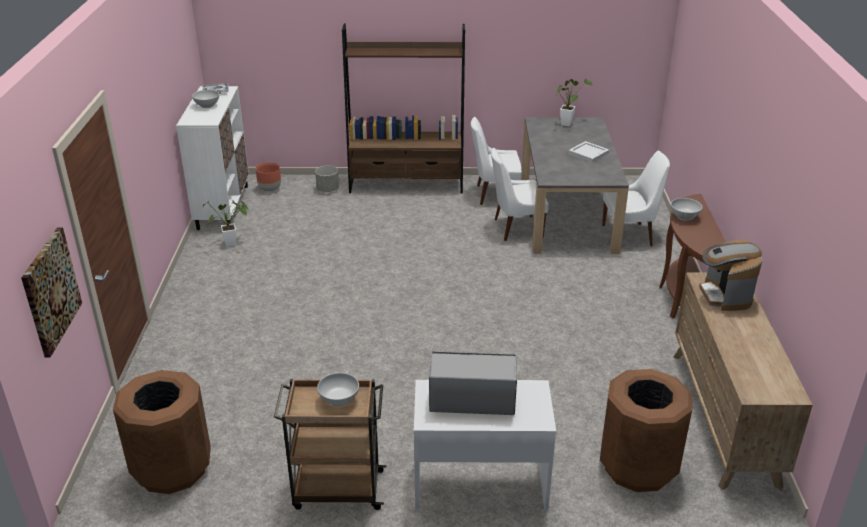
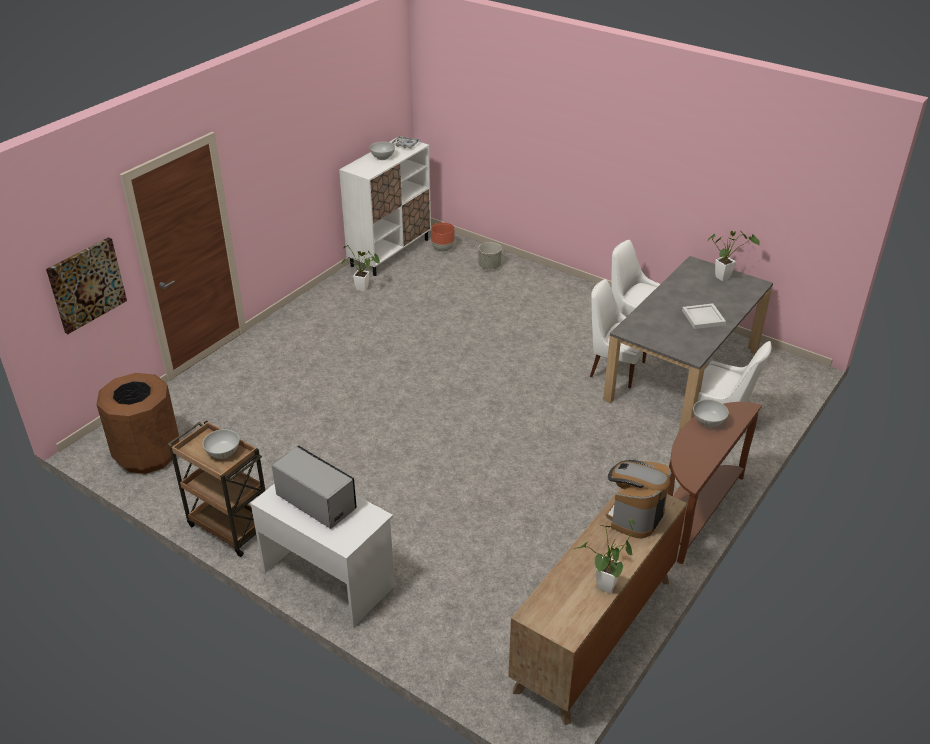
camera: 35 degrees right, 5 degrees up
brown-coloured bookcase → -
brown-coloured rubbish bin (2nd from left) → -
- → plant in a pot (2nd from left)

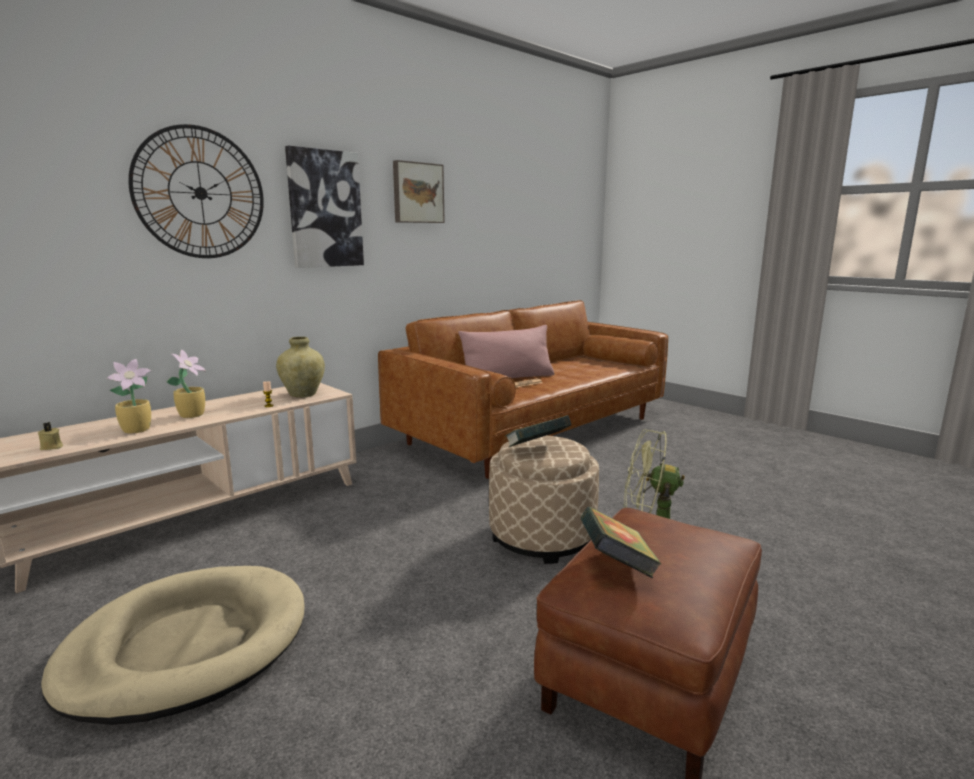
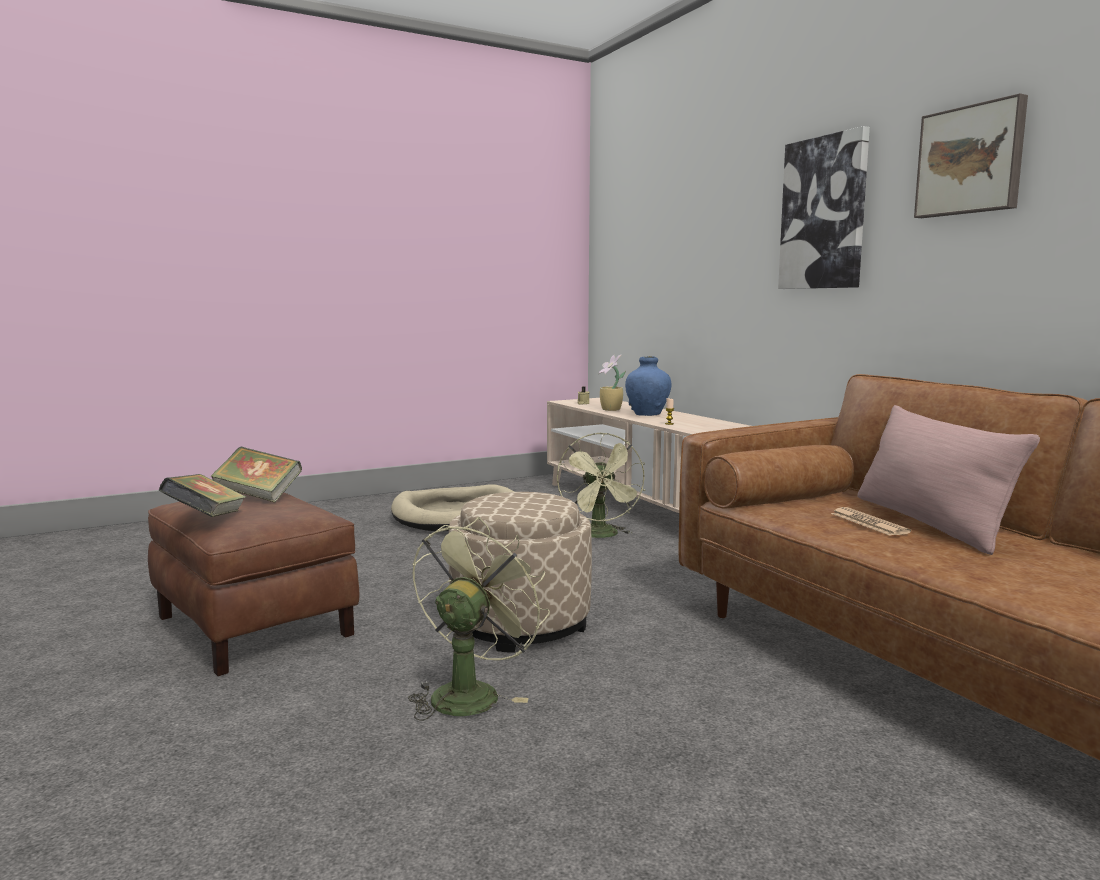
camera: 105 degrees right, 5 degrees down
wall clock → -
plant in a pot (2nd from left) → bluish vase
beige vase → -
book (1st from left), moved
- → green electric fan (2nd from left)

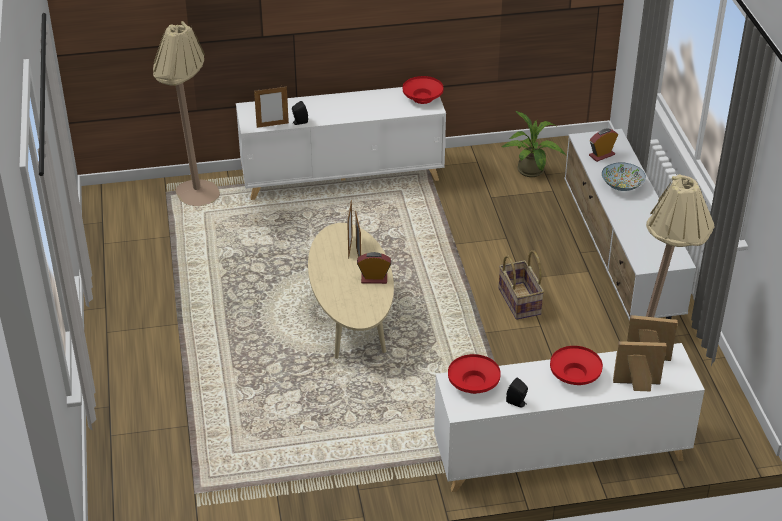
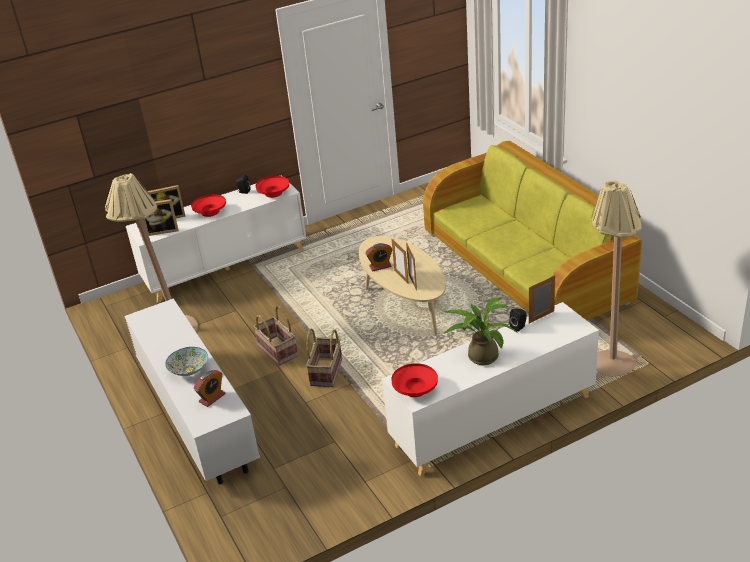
camera: 165 degrees right, 5 degrees down
plant in a pot, moved
- → basket (2nd from left)
- → green couch

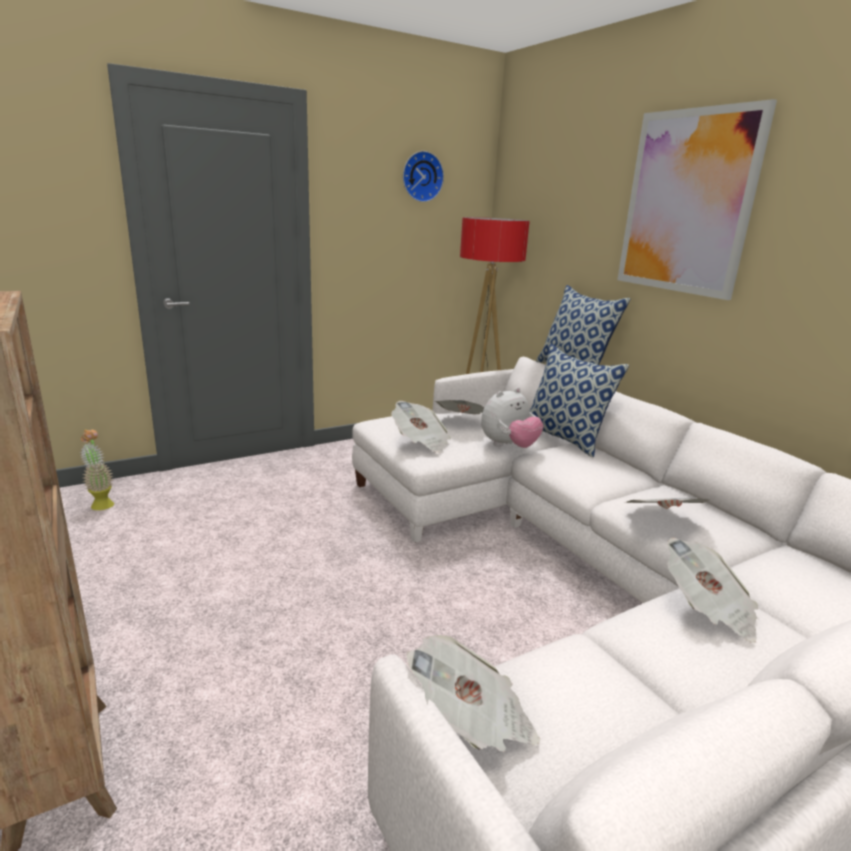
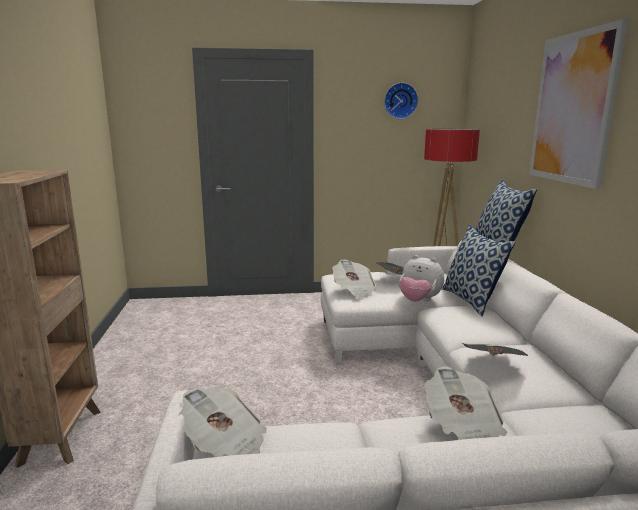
camera: 25 degrees right, 5 degrees down
plant in a pot → -
plush toy, 45 degrees clockwise

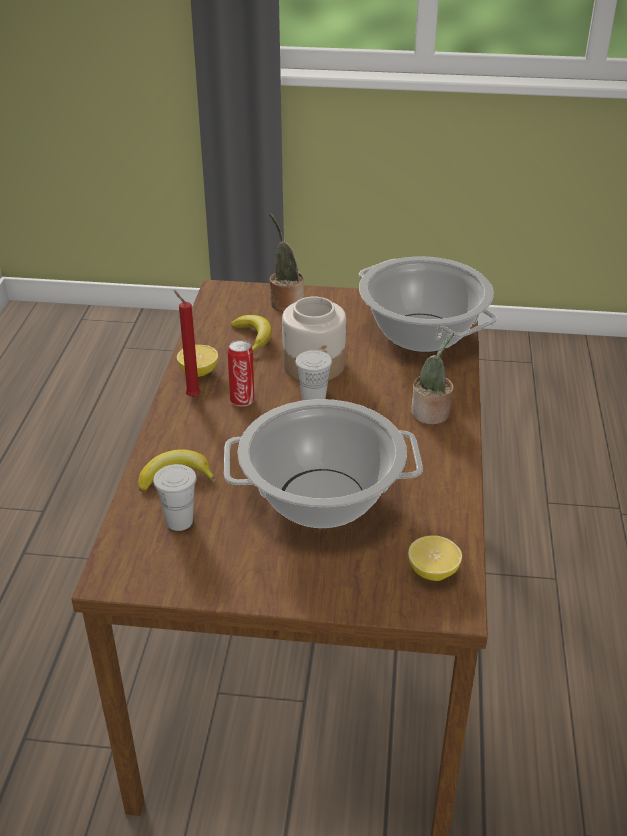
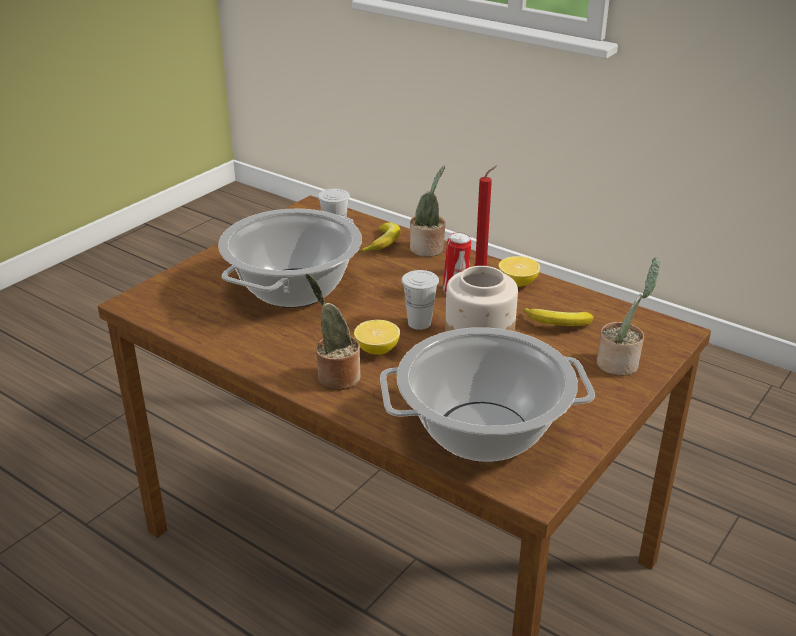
camera: 120 degrees right, 5 degrees down
lemon (2nd from left in the first image) → lemon (1st from left), moved
- → plant in a pot (2nd from left)

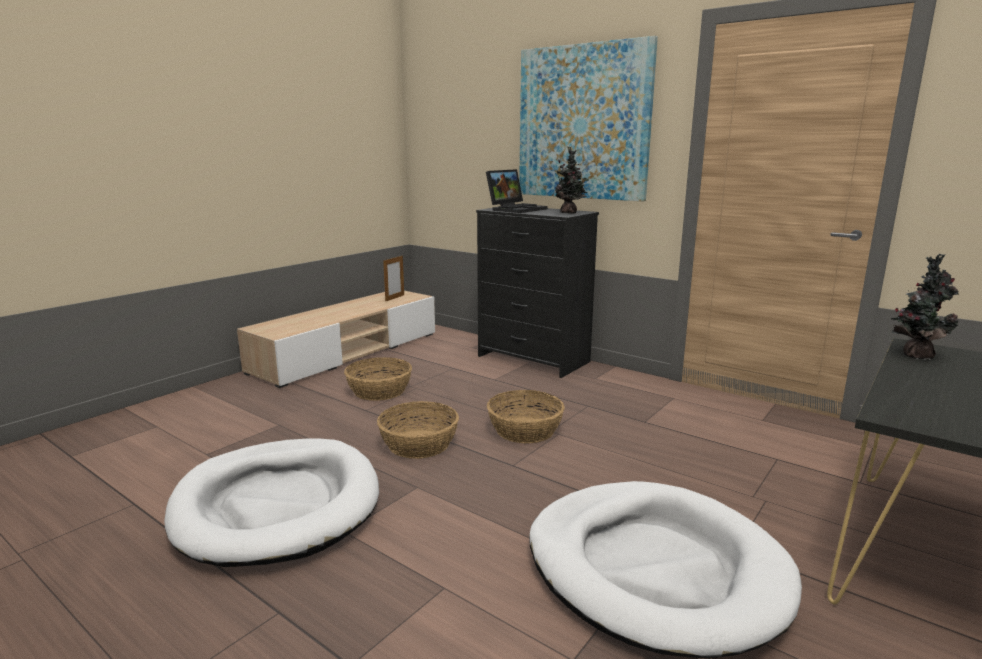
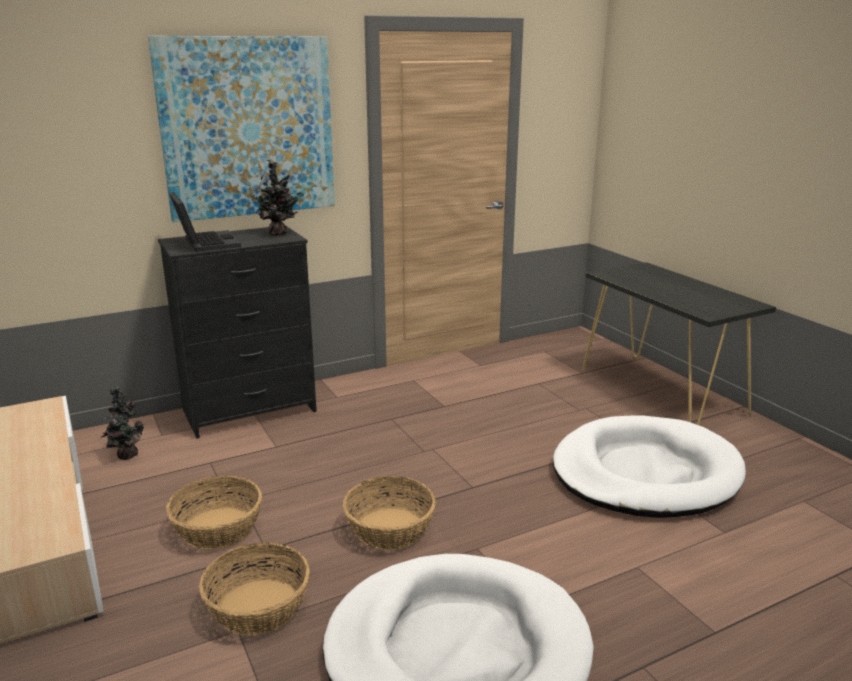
camera: 65 degrees left, 5 degrees up
photo frame → -
basket (3rd from left in the first image) → basket (2nd from left), moved
plant in a pot (2nd from left in the first image) → plant in a pot (1st from left), moved

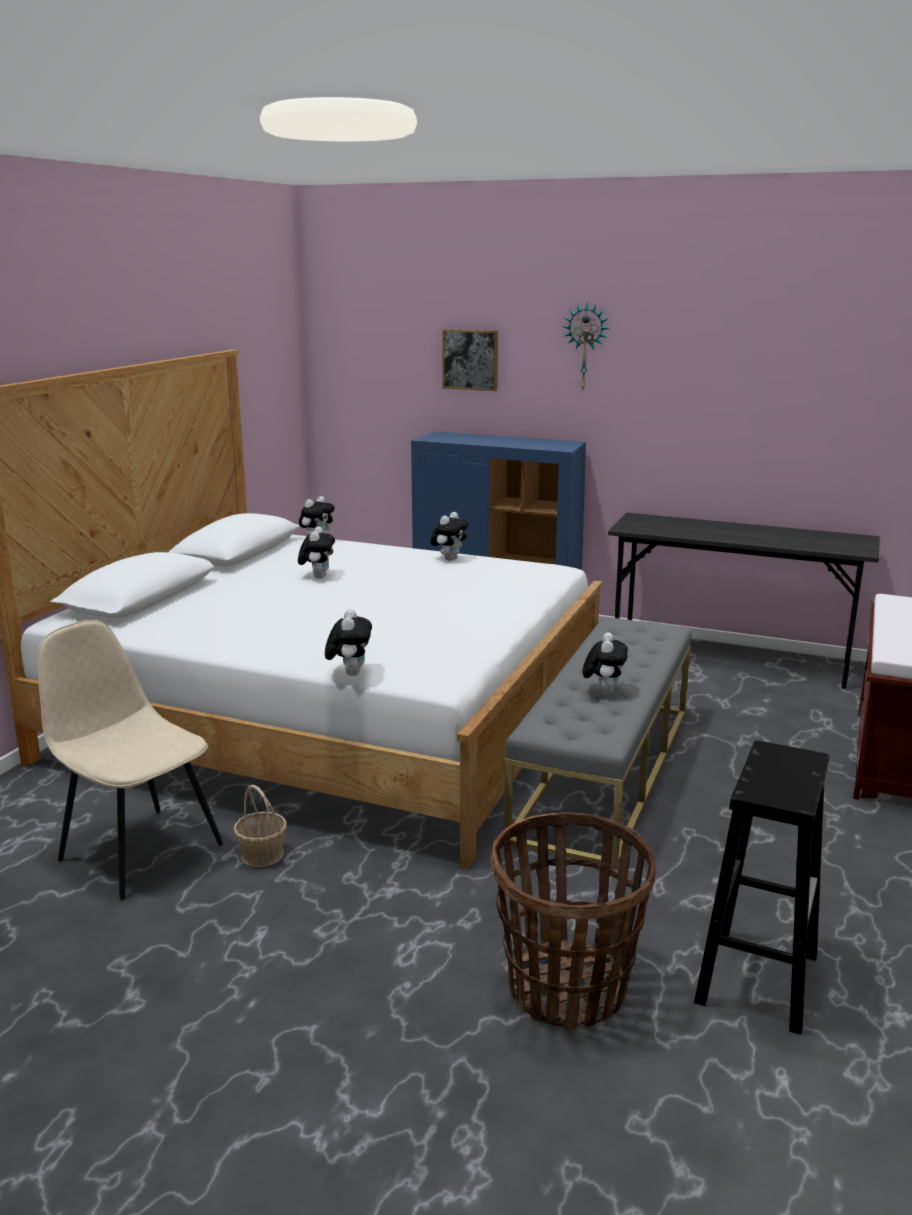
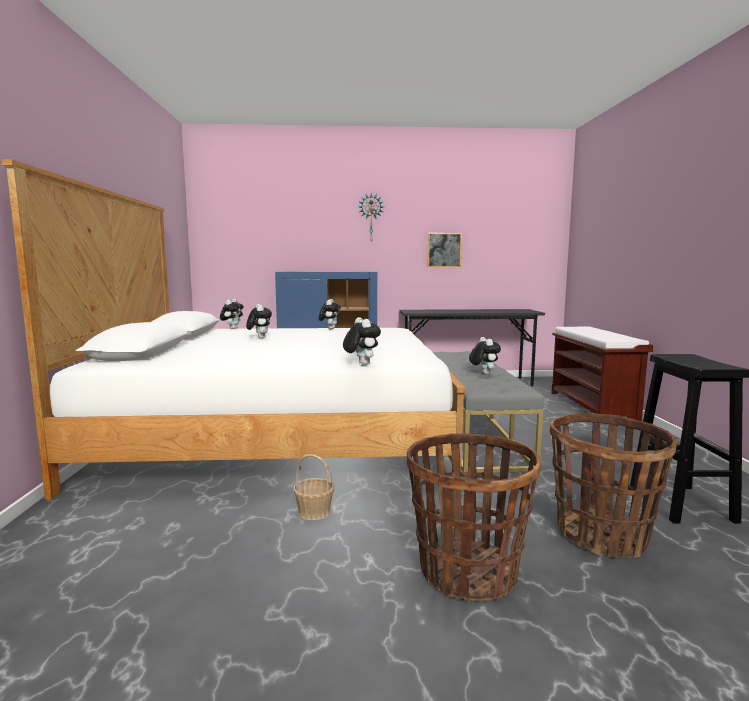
camera: 25 degrees left, 10 degrees down
beige upright chair → -
wall picture, moved
- → basket (2nd from left)

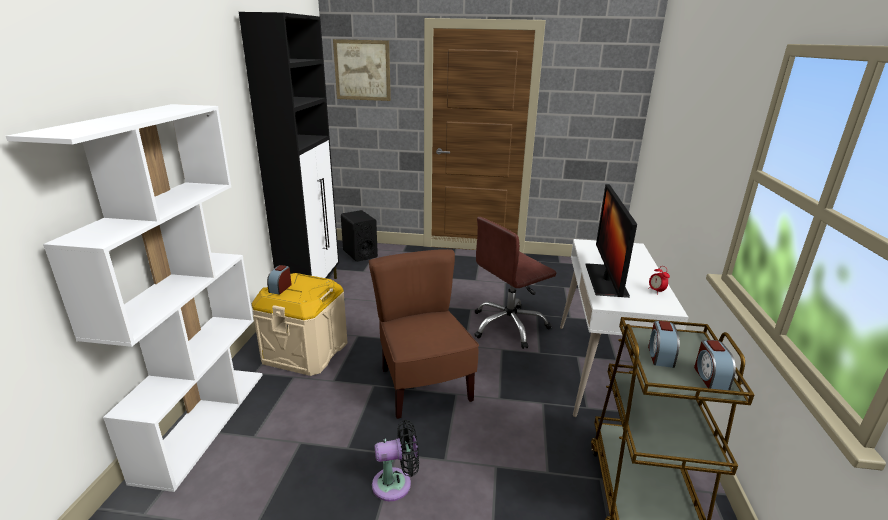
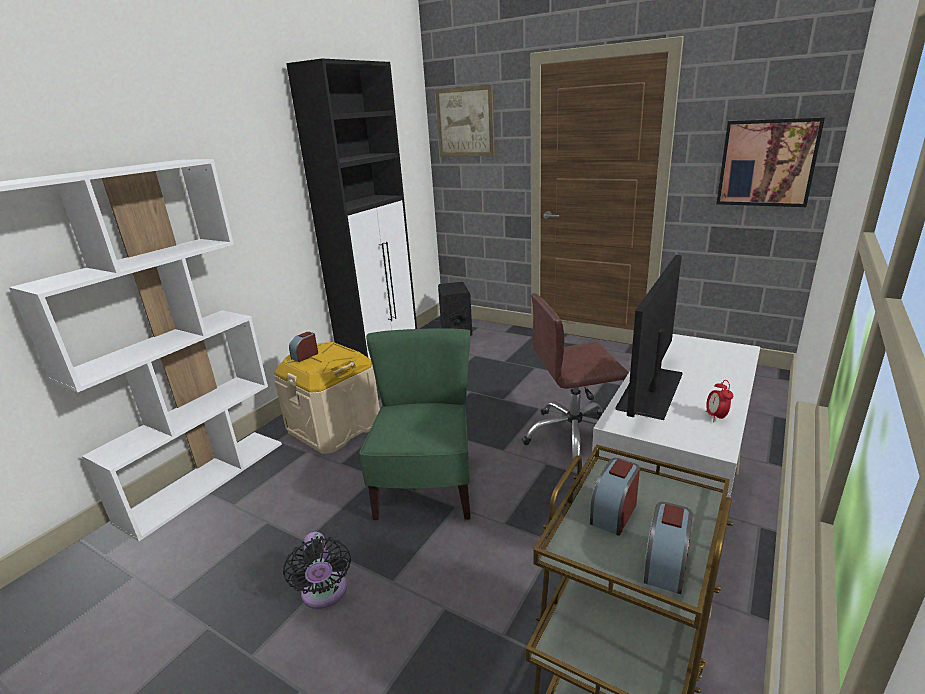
camera: 25 degrees right, 0 degrees up
brown-coloured upright chair → green upright chair
black-coloured electric fan, 60 degrees clockwise
- → wall picture (2nd from left)

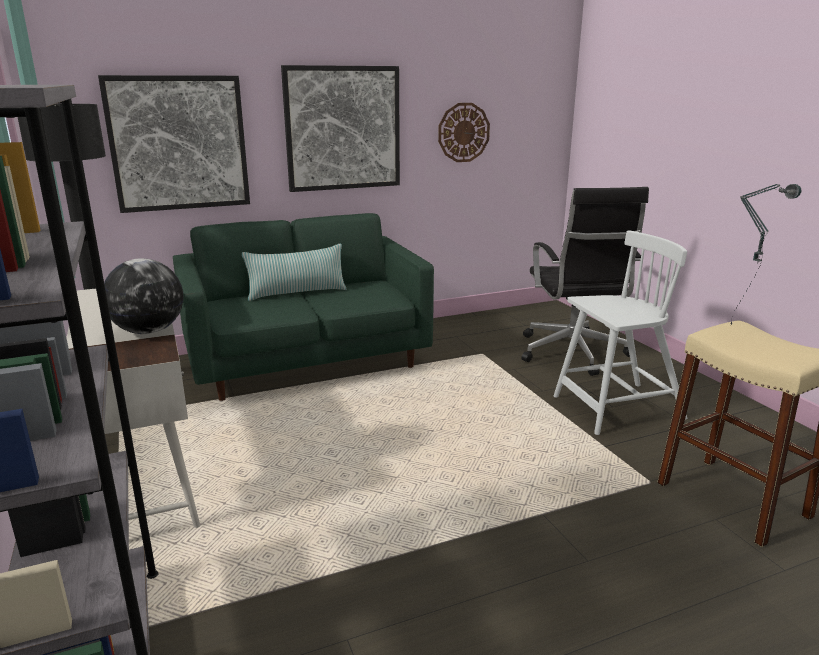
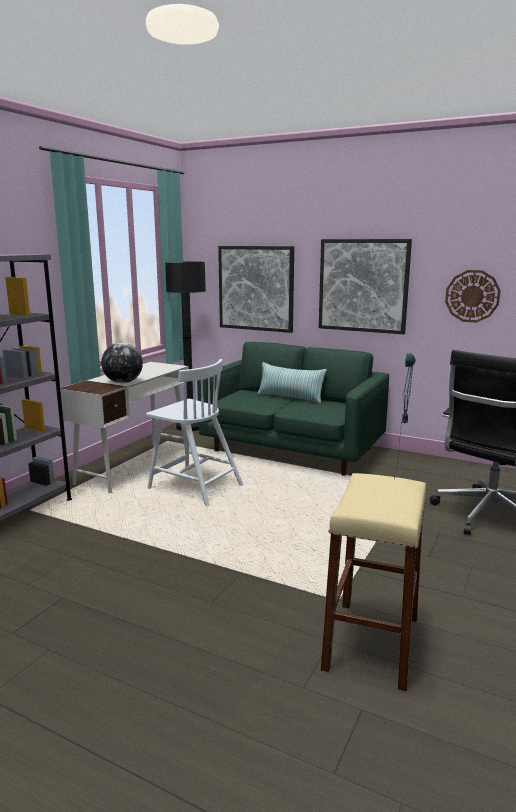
camera: 50 degrees right, 5 degrees down
white upright chair, moved

